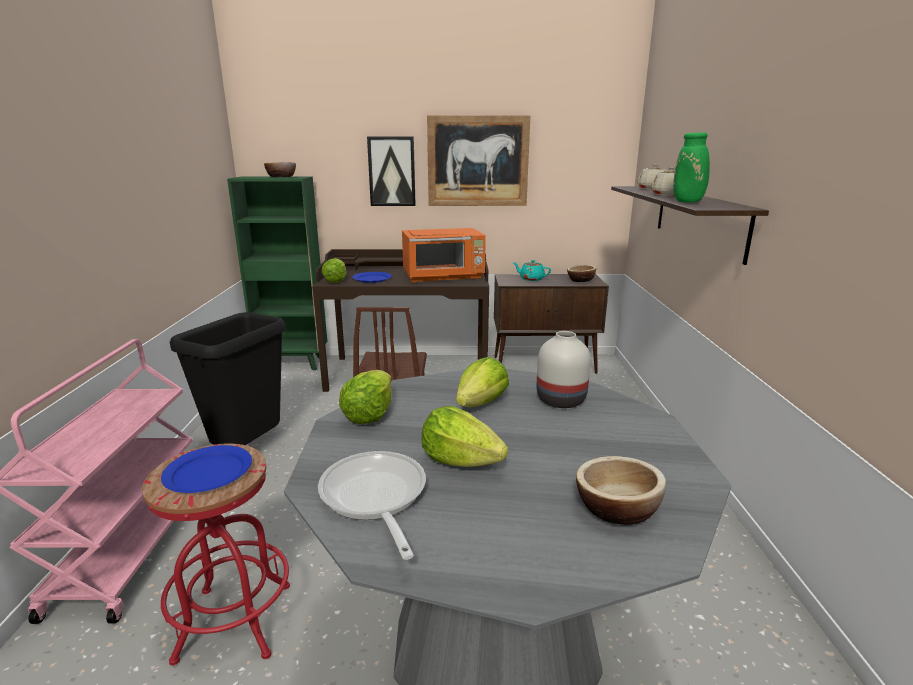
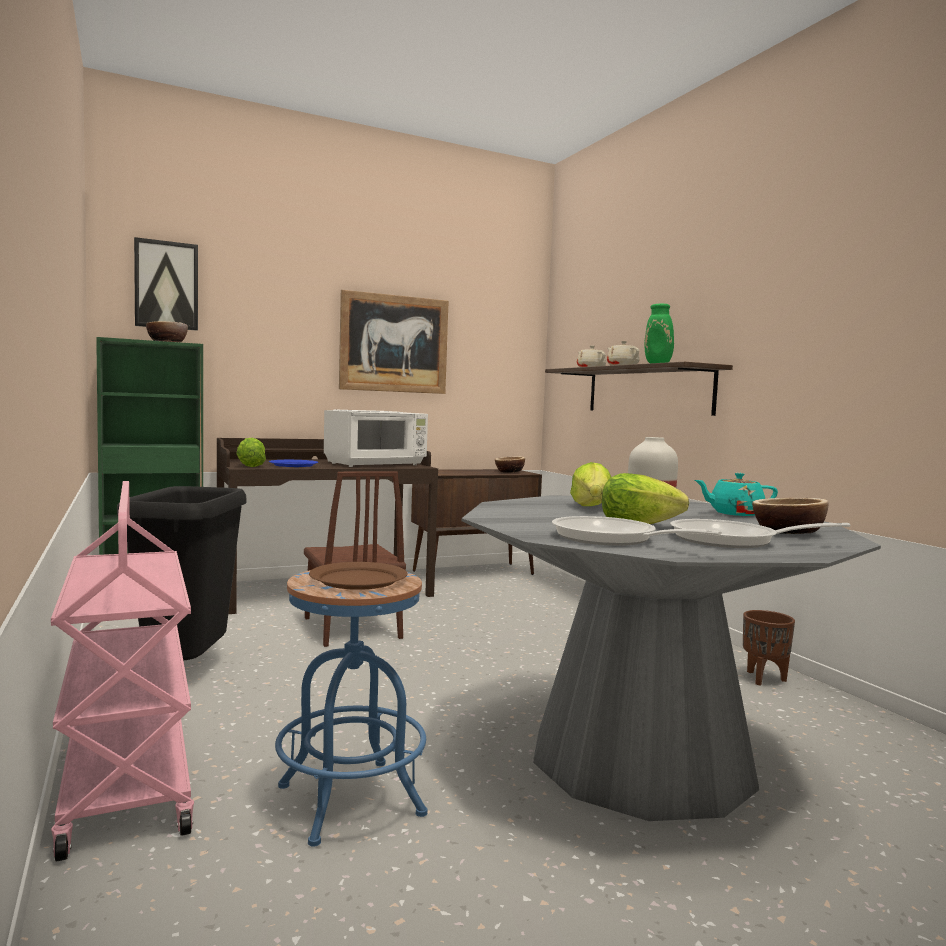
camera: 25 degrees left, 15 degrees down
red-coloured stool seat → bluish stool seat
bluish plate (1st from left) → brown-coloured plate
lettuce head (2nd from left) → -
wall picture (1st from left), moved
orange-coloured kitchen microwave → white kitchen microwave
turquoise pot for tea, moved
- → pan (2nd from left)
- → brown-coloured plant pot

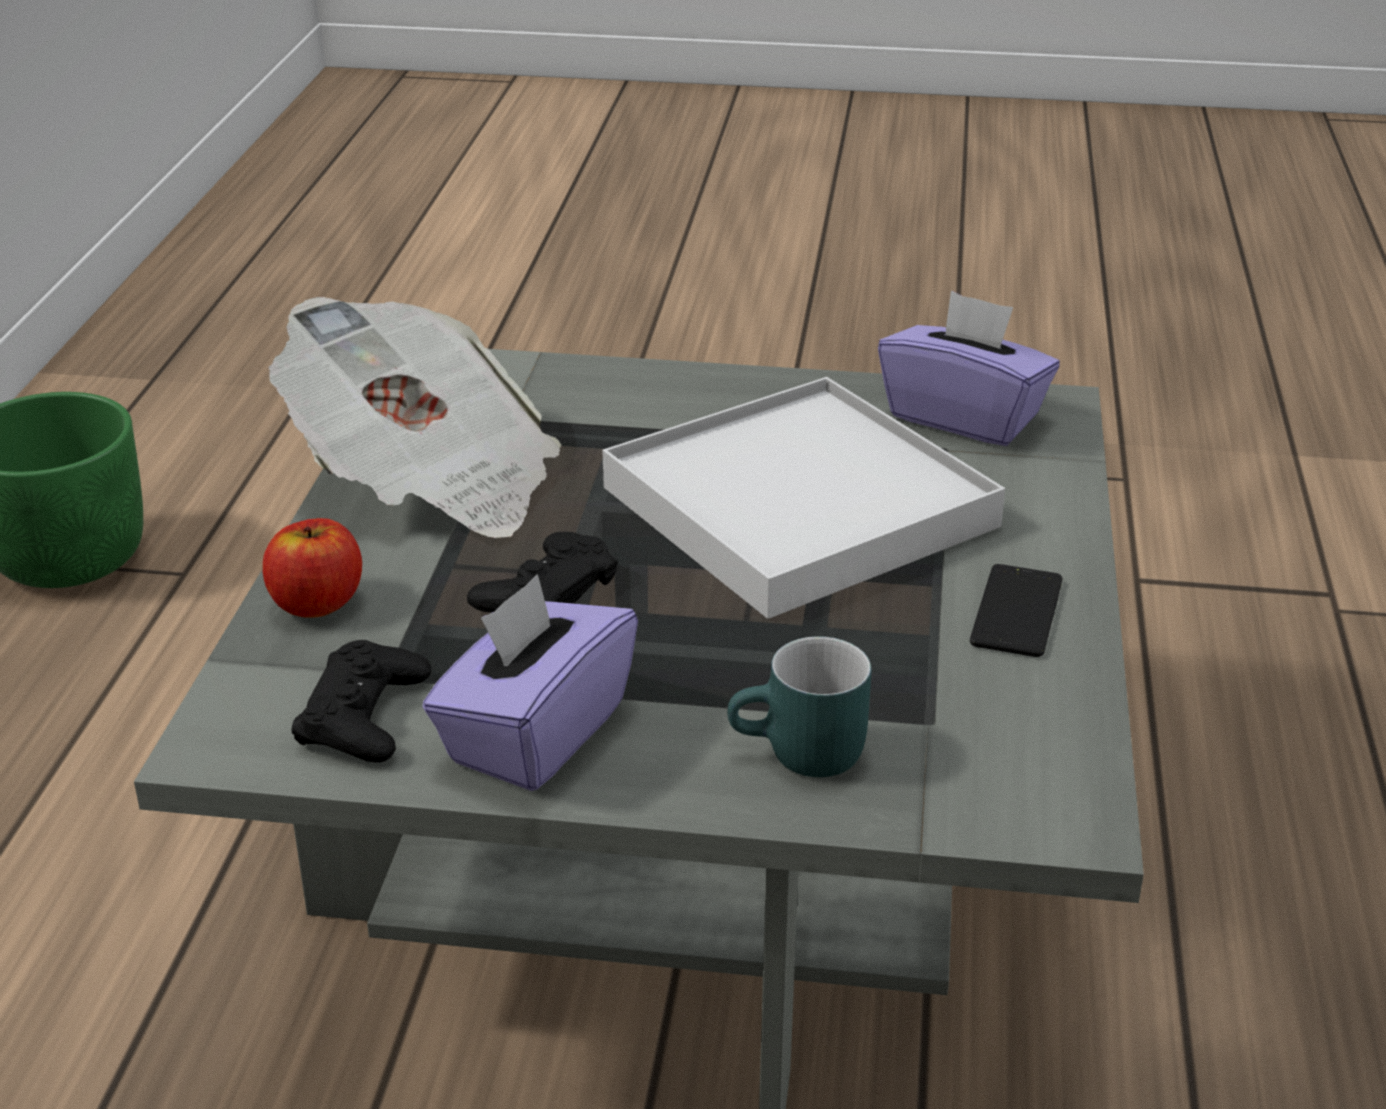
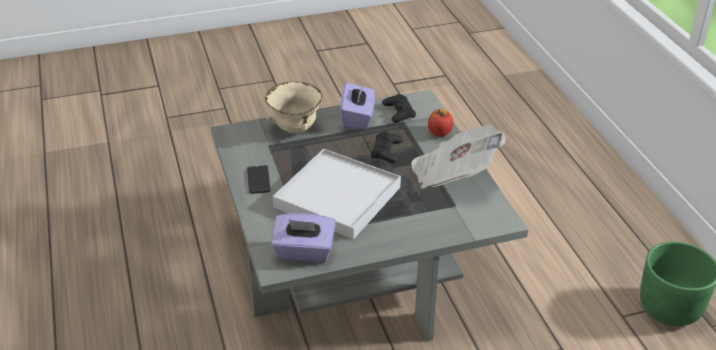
camera: 155 degrees right, 5 degrees up
turquoise tea mug → beige deep dish

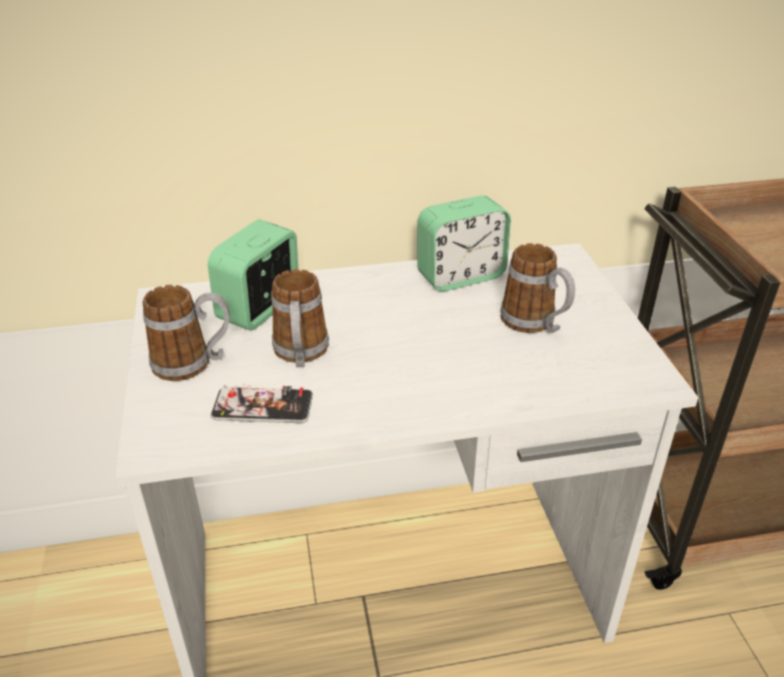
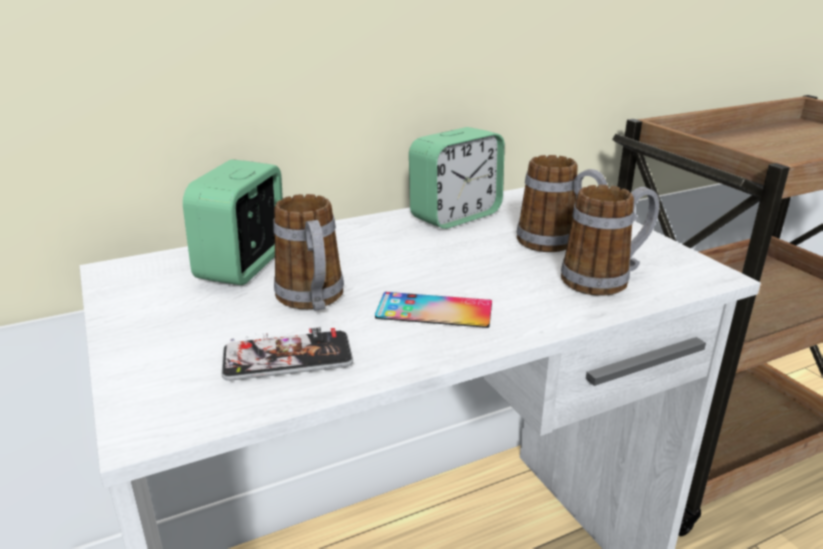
camera: 15 degrees left, 10 degrees down
tea mug (1st from left in the first image) → tea mug (3rd from left), moved
- → handset (2nd from left)

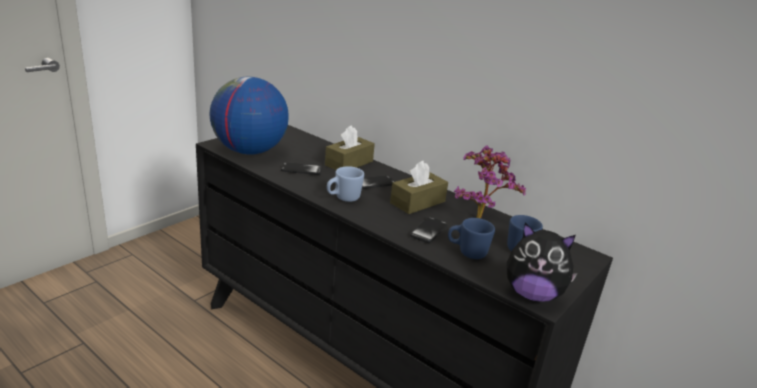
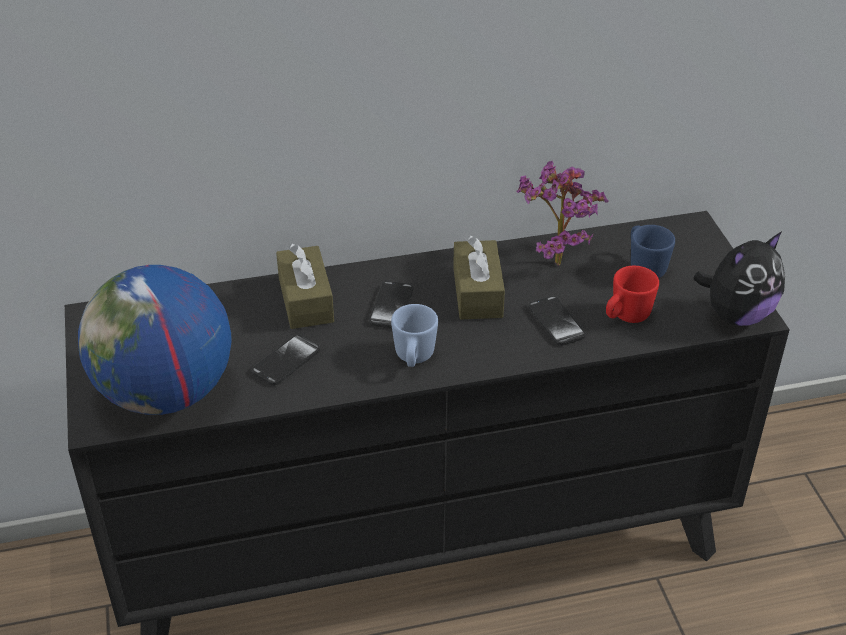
camera: 50 degrees left, 15 degrees up
bluish tea mug (2nd from left) → red-coloured tea mug

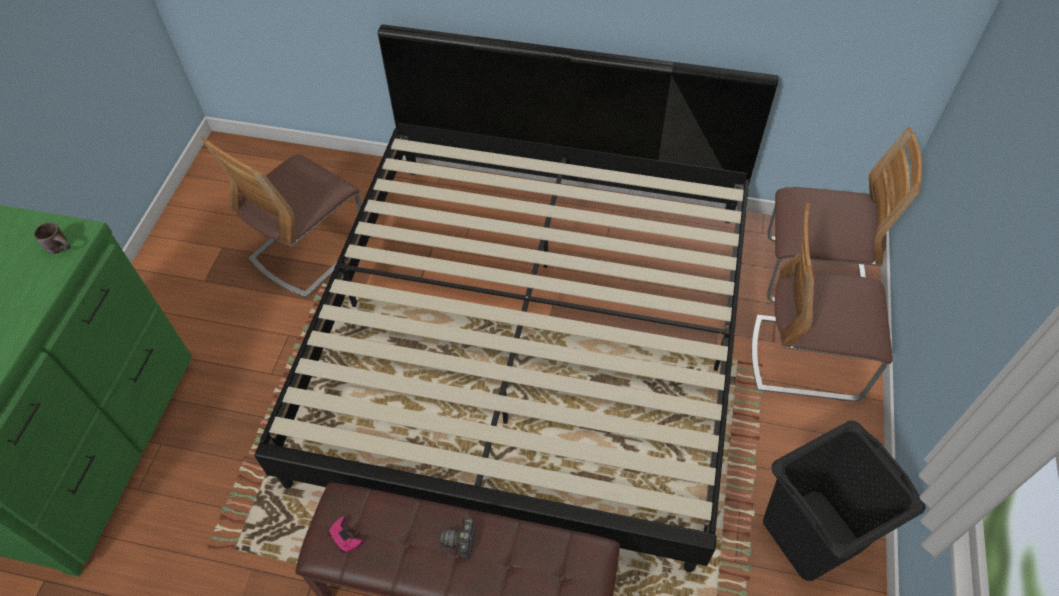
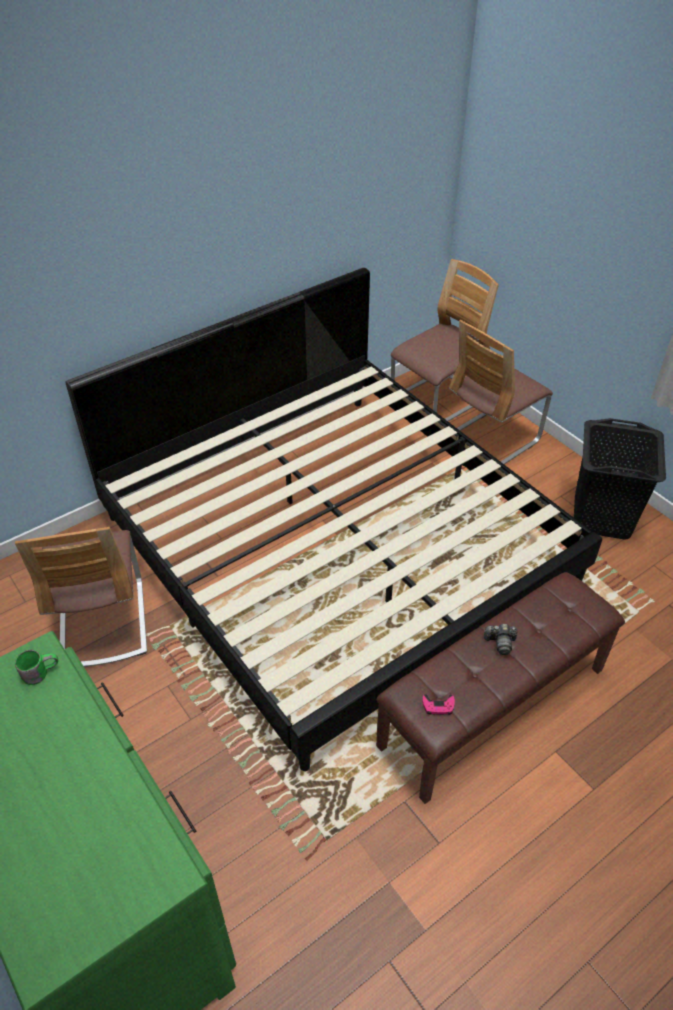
camera: 50 degrees left, 10 degrees down
brown-coloured tea mug → green tea mug
photo camera, 45 degrees counterclockwise

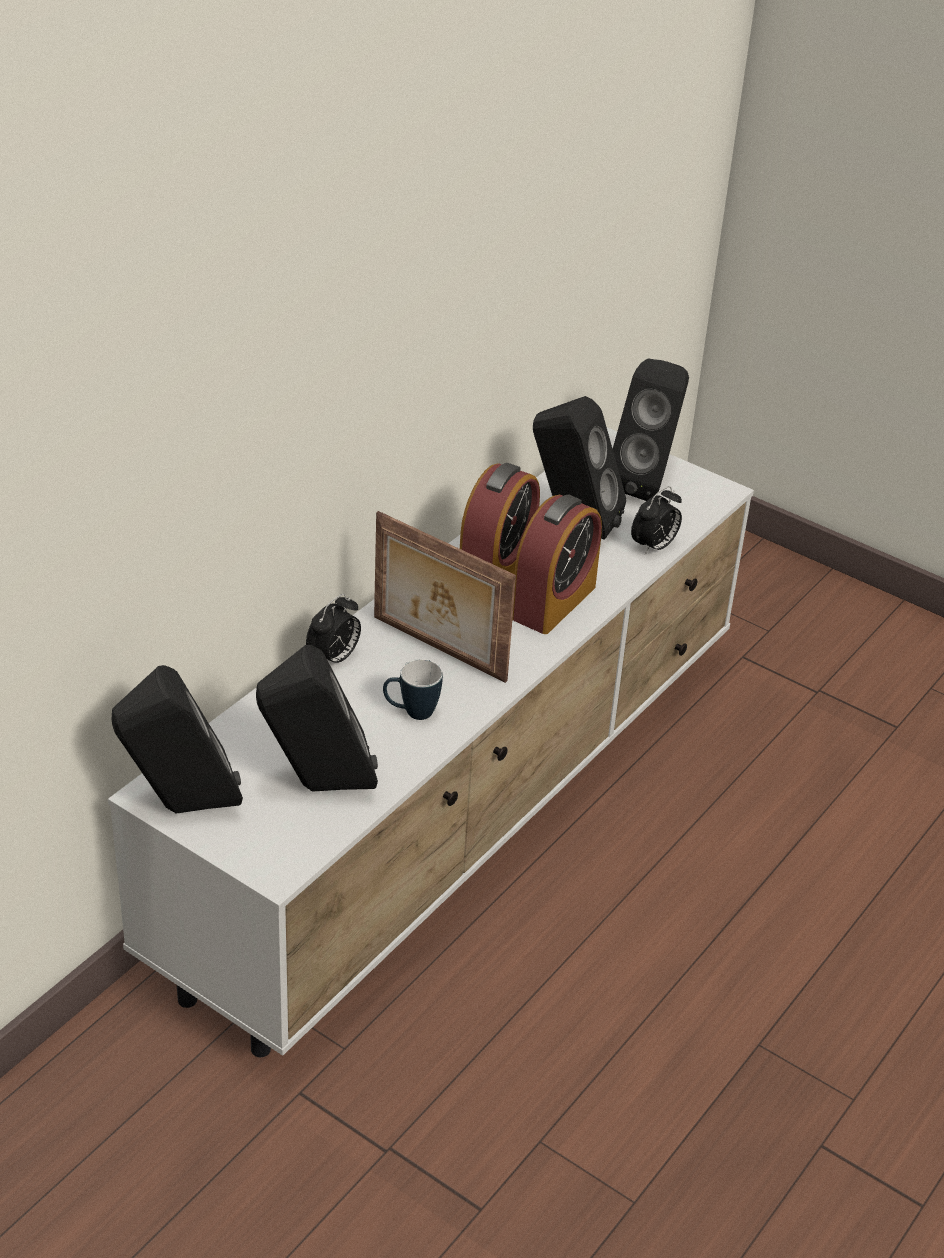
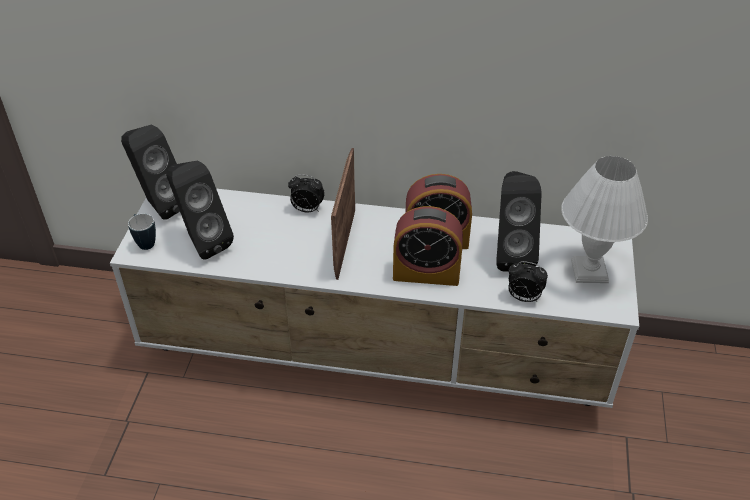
camera: 65 degrees right, 5 degrees up
tea mug, moved
black-coloured loudspeaker (4th from left) → white lamp for a table

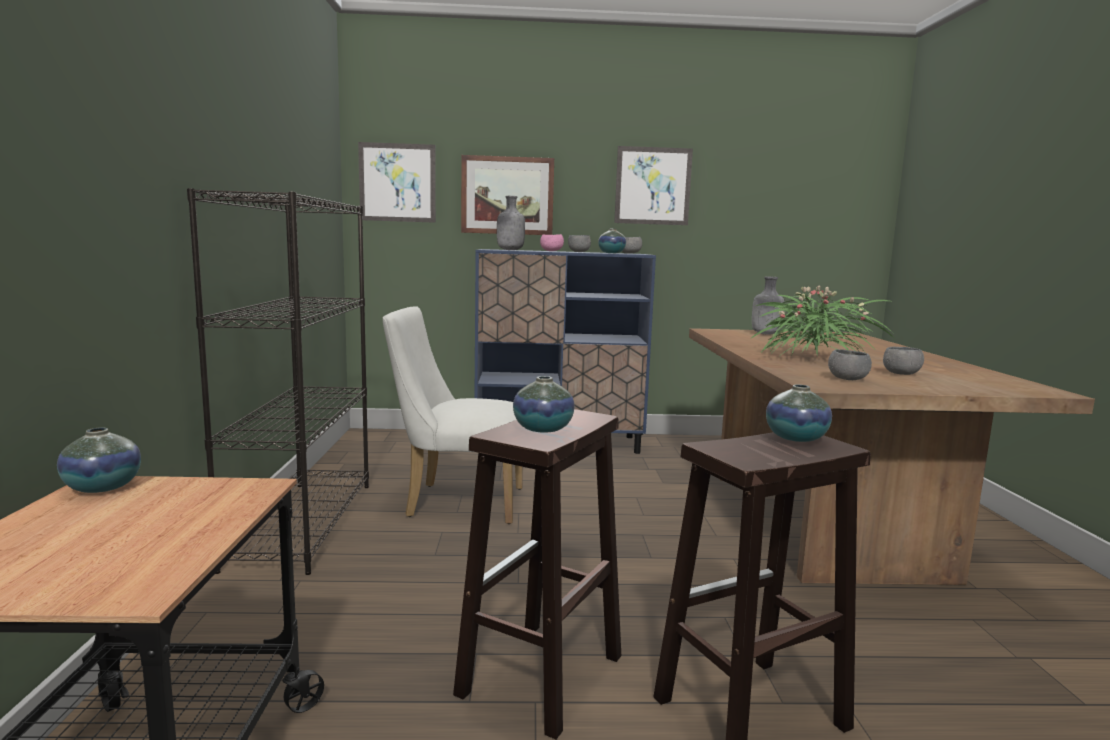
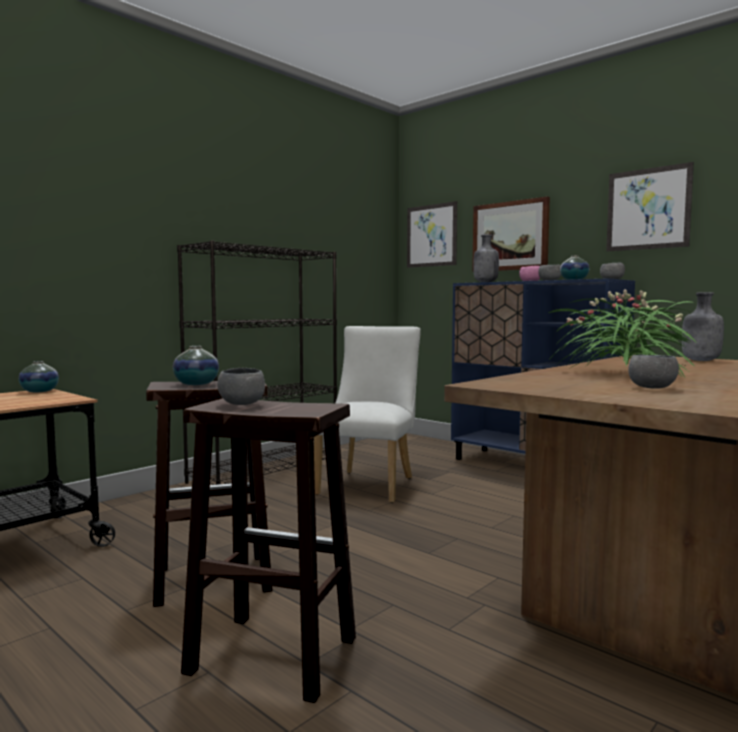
camera: 45 degrees right, 5 degrees down
white upright chair, 60 degrees clockwise
vase (4th from left) → -
grey deep dish (3rd from left in the first image) → grey deep dish (1st from left), moved

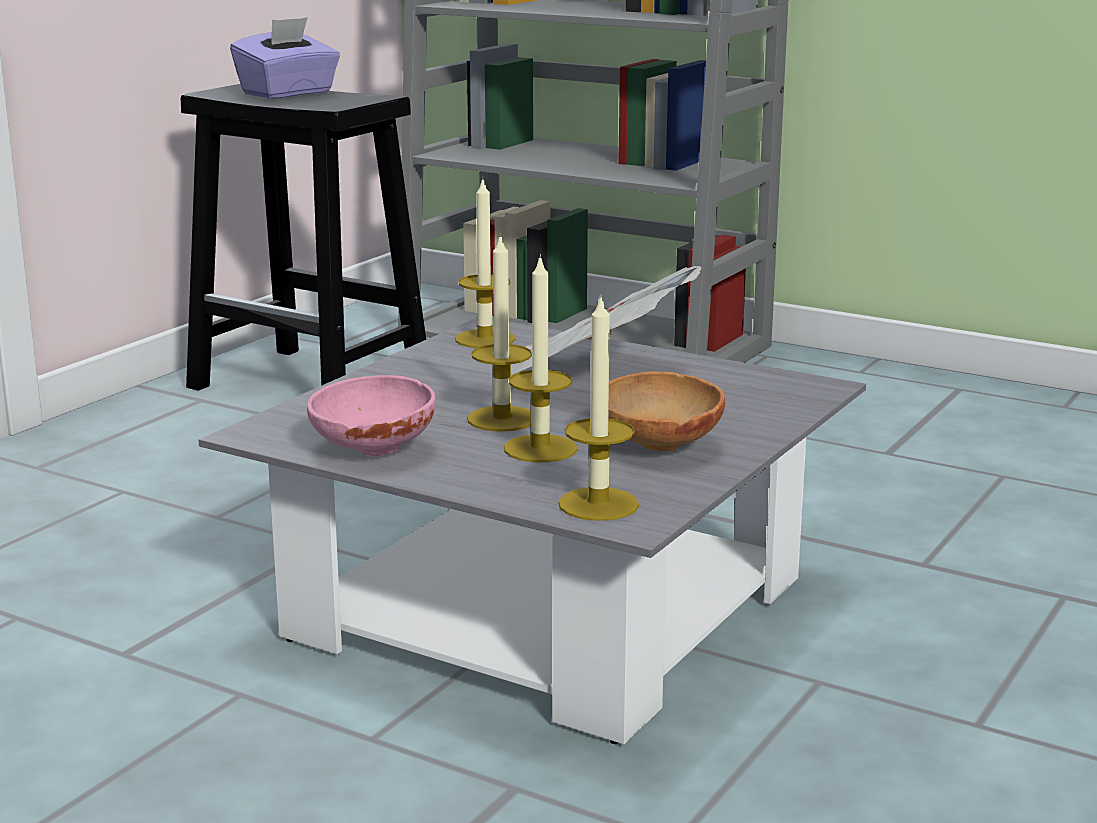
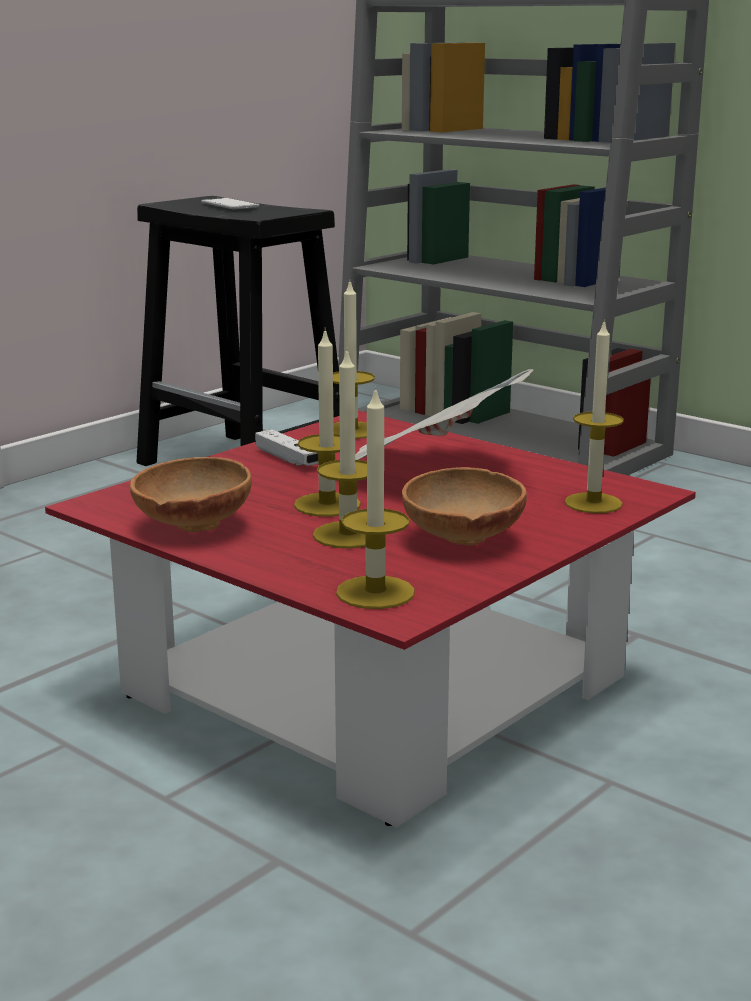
camera: 10 degrees right, 0 degrees up
grey coffee table → red-coloured coffee table
purplish tissue holder → handset
pinkish deep dish → brown-coloured deep dish (1st from left)
- → white joypad
- → candle (5th from left)

